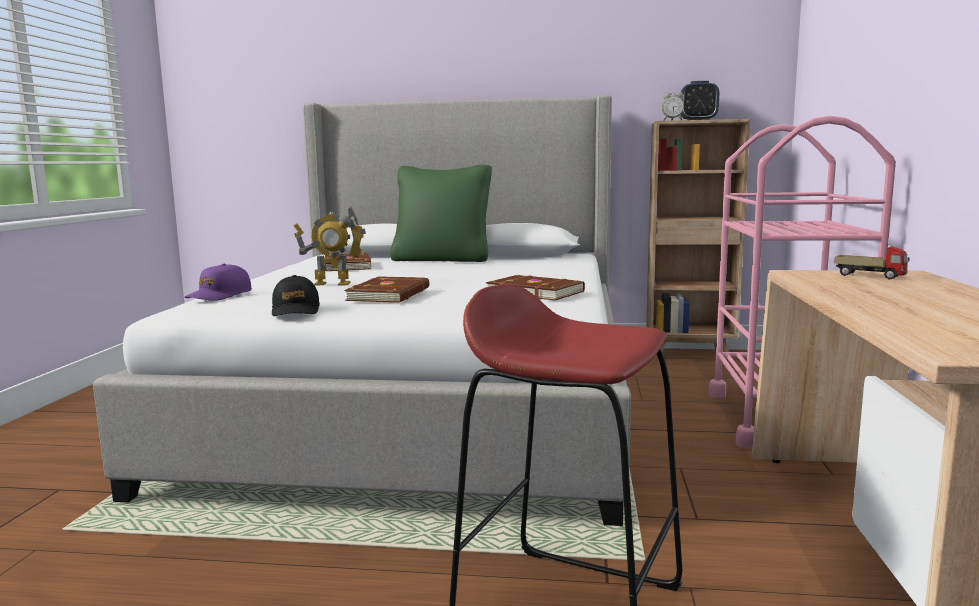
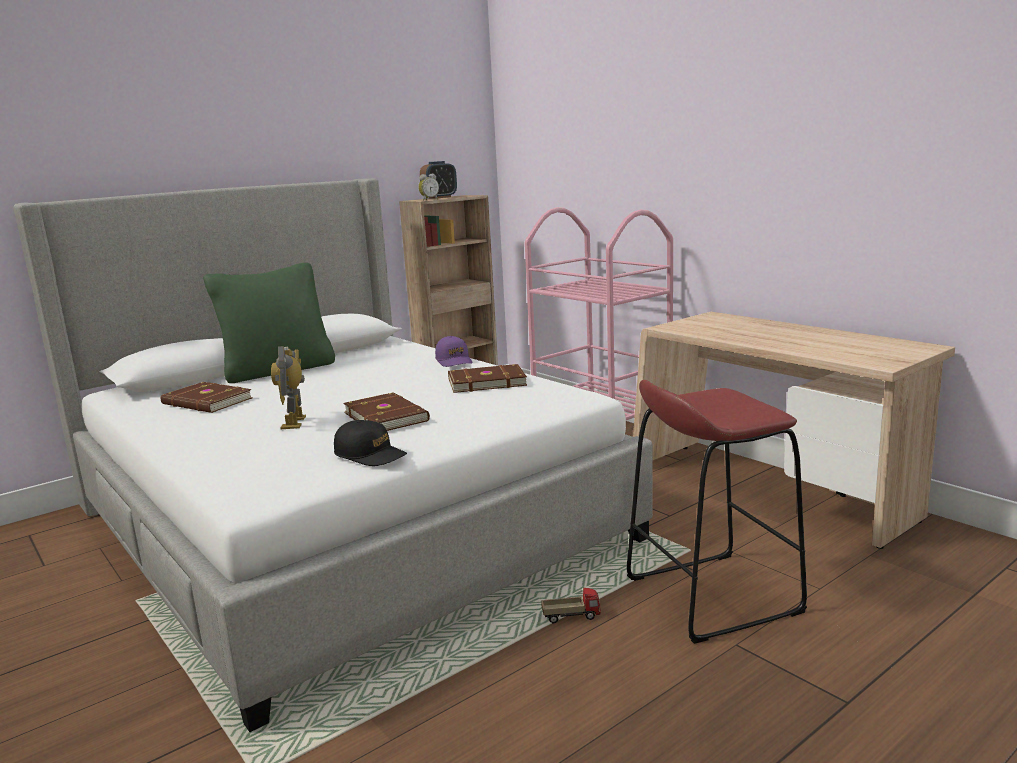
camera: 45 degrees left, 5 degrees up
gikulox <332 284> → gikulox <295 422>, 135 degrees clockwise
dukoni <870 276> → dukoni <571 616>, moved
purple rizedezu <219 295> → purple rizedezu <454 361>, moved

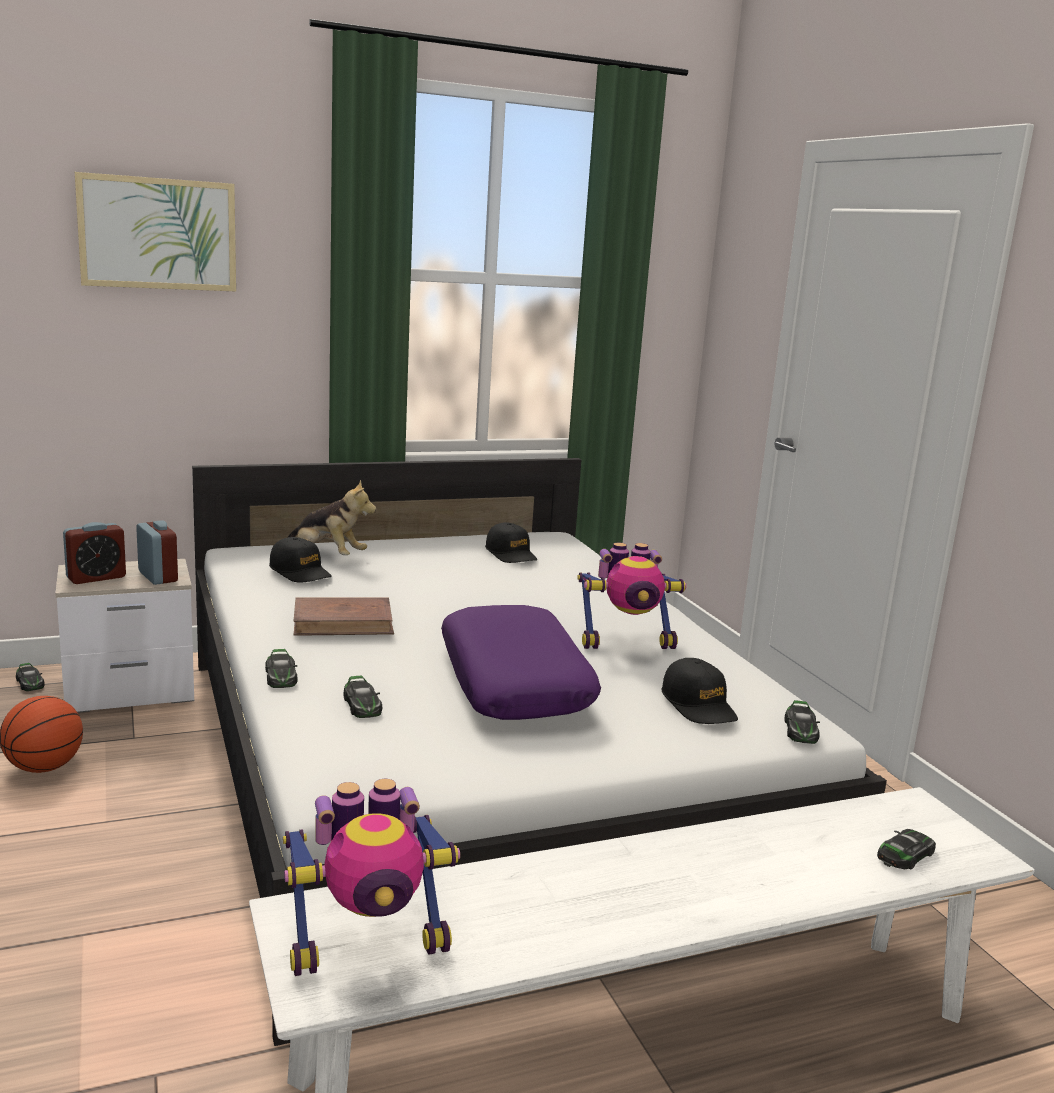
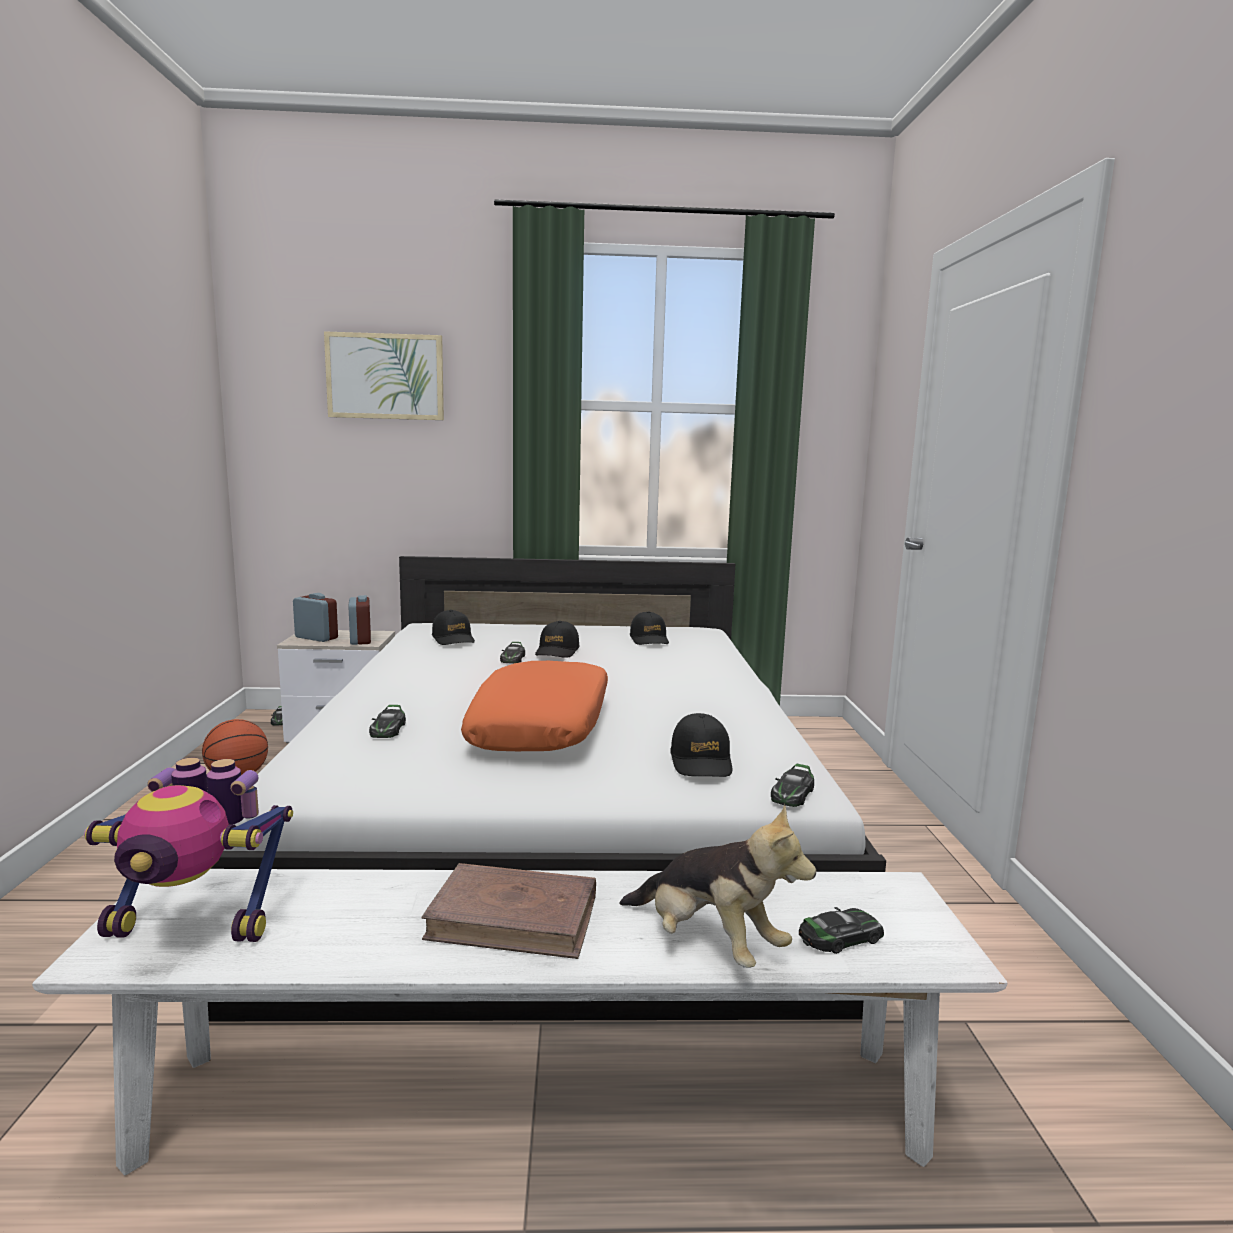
camera: 20 degrees right, 5 degrees down
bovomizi <326 556> → bovomizi <709 943>, moved
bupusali <96 577> → bupusali <316 638>, 135 degrees counterclockwise
gikulox <626 643> → -
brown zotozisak <343 622> → brown zotozisak <514 918>, moved
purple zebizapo <515 682> → orange zebizapo <542 726>
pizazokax <281 676> → pizazokax <513 658>, moved
- → black rizedezu <557 651>

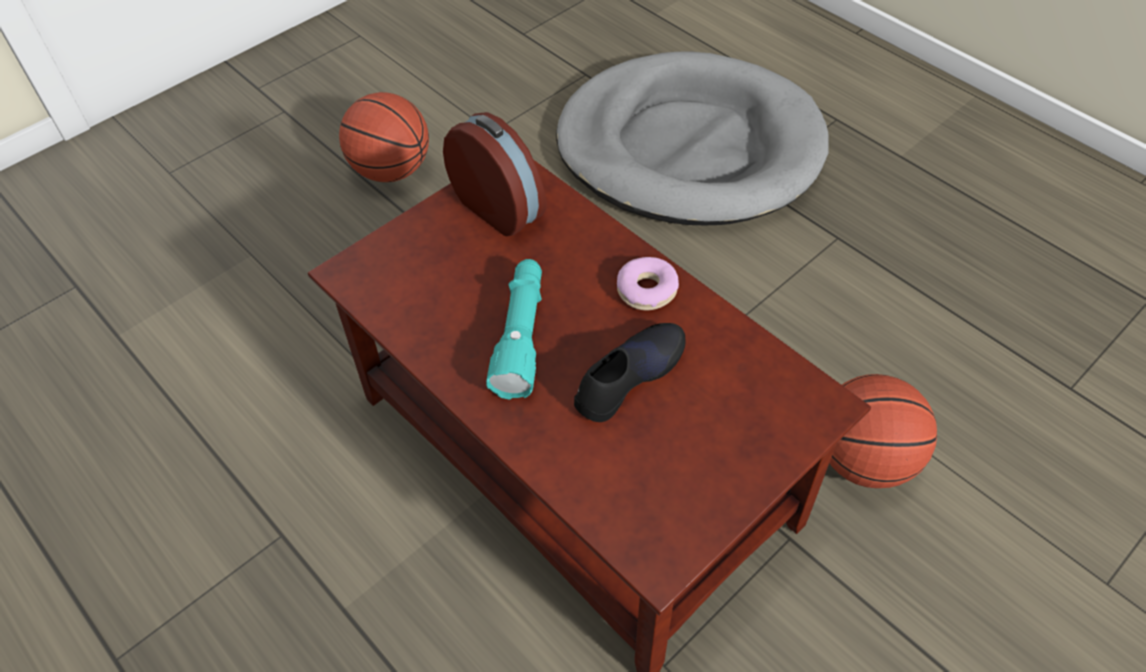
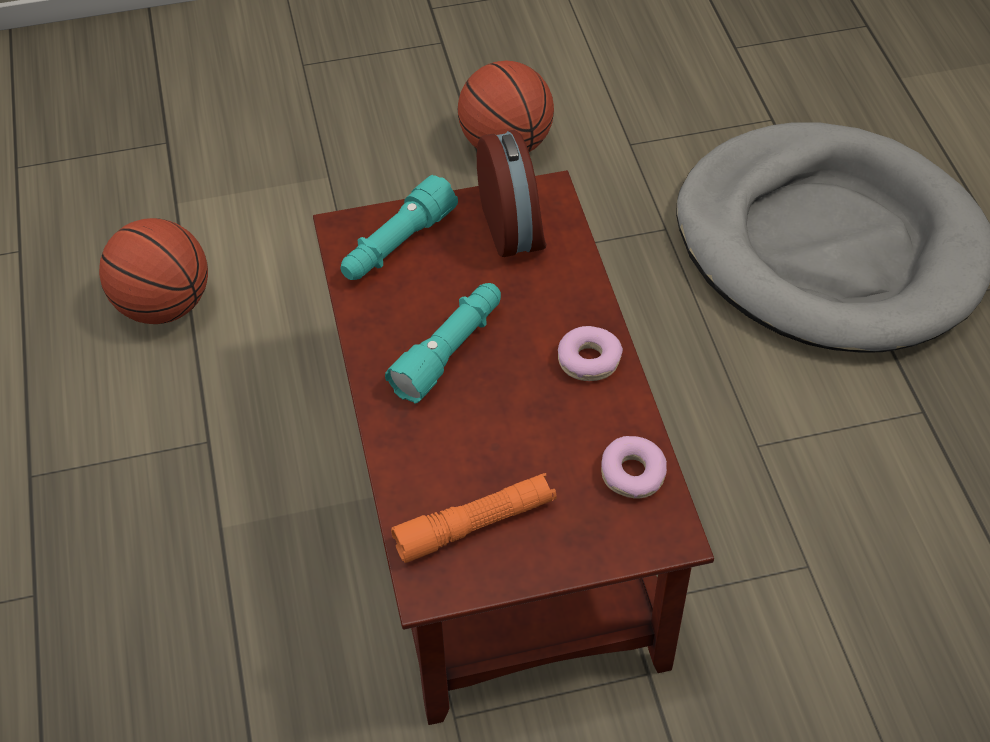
camera: 30 degrees right, 0 degrees up
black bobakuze <629 375> → -
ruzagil <863 459> → ruzagil <164 305>, moved
- → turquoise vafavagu <397 245>
- → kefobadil <632 474>
- → orange vafavagu <475 525>

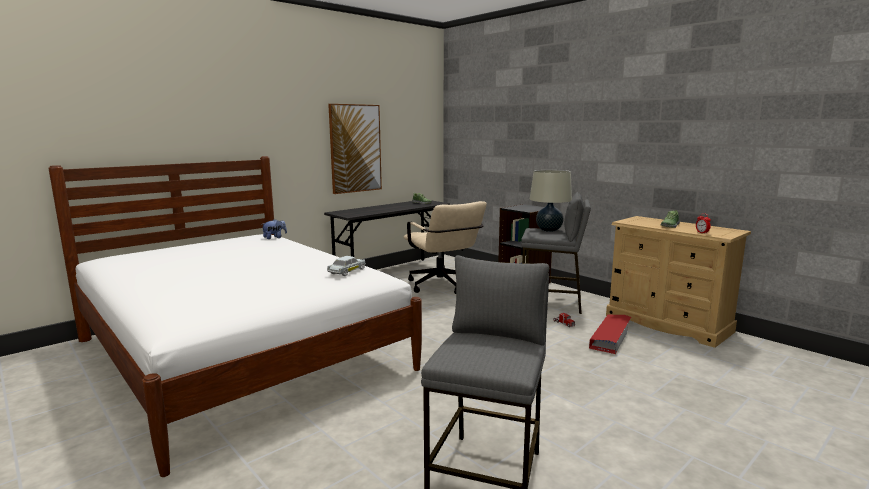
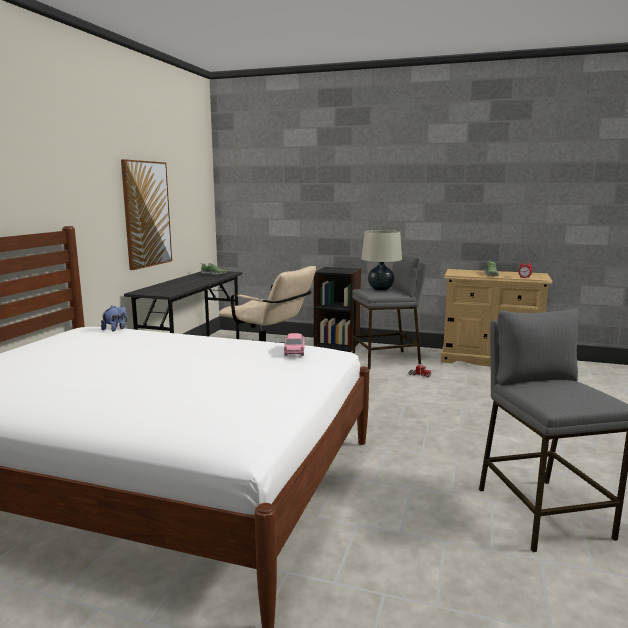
camera: 30 degrees left, 0 degrees up
white pizazokax <347 271> → pink pizazokax <294 351>
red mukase <611 337> → -

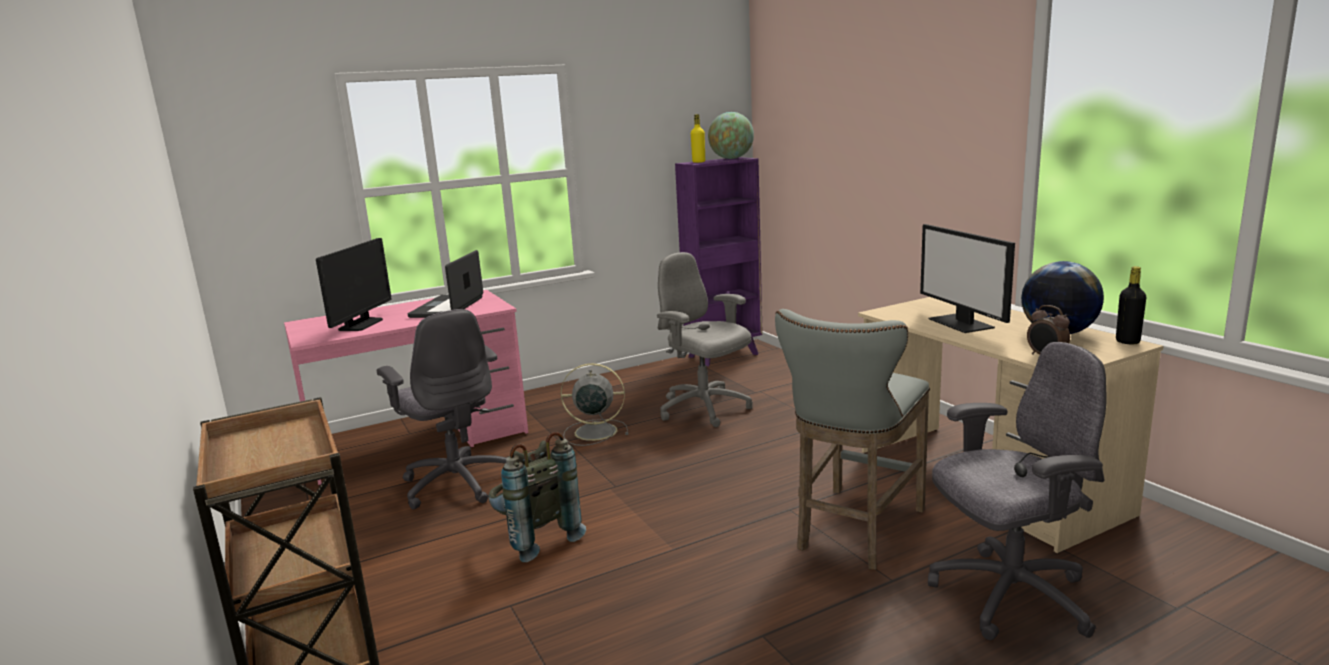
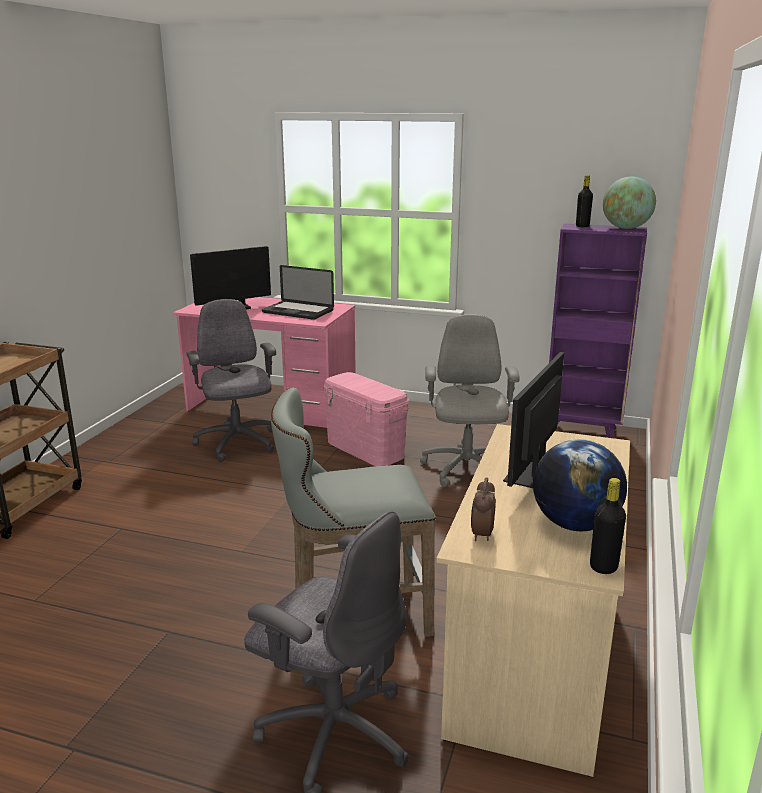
camera: 45 degrees right, 5 degrees up
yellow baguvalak <698 162> → black baguvalak <582 226>
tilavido <447 307> → tilavido <298 311>, 120 degrees counterclockwise
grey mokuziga <457 483> → grey mokuziga <237 443>, 150 degrees clockwise
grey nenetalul <594 432> → pink mukase <365 449>
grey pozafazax <534 538> → -

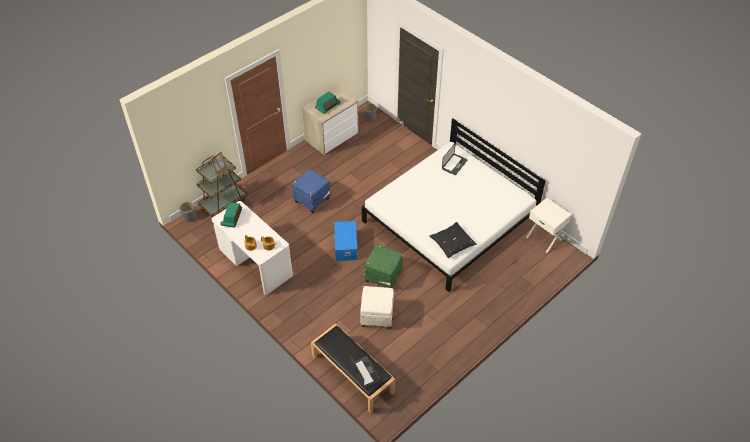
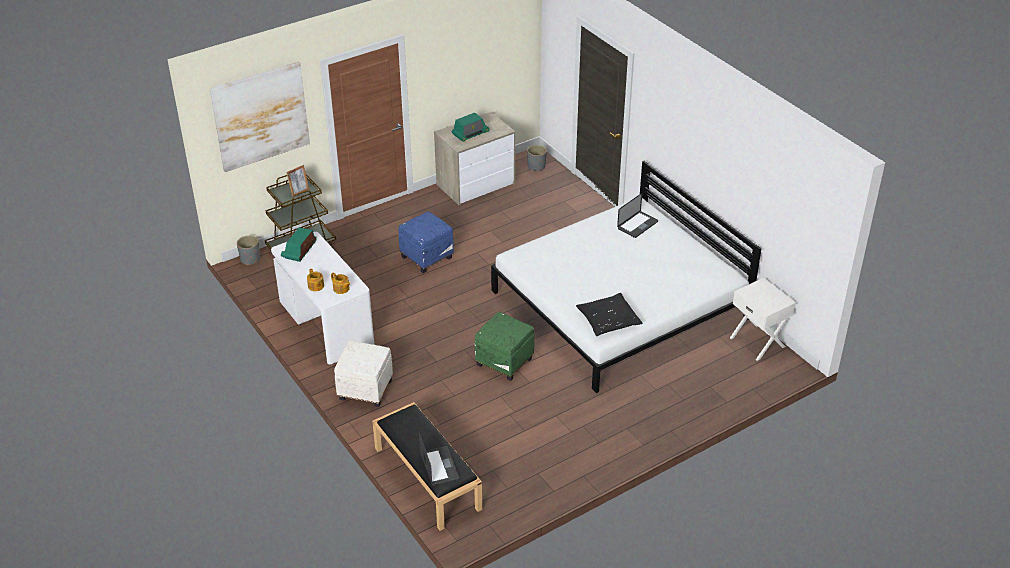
camera: 10 degrees right, 10 degrees down
blue mukase <345 246> → -
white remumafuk <376 316> → white remumafuk <365 390>, moved
- → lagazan <260 116>

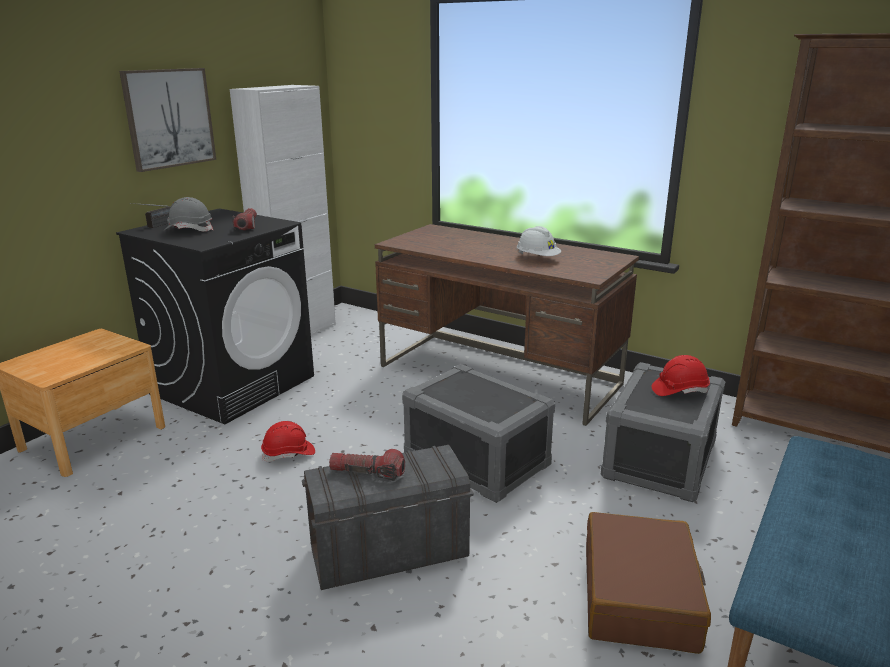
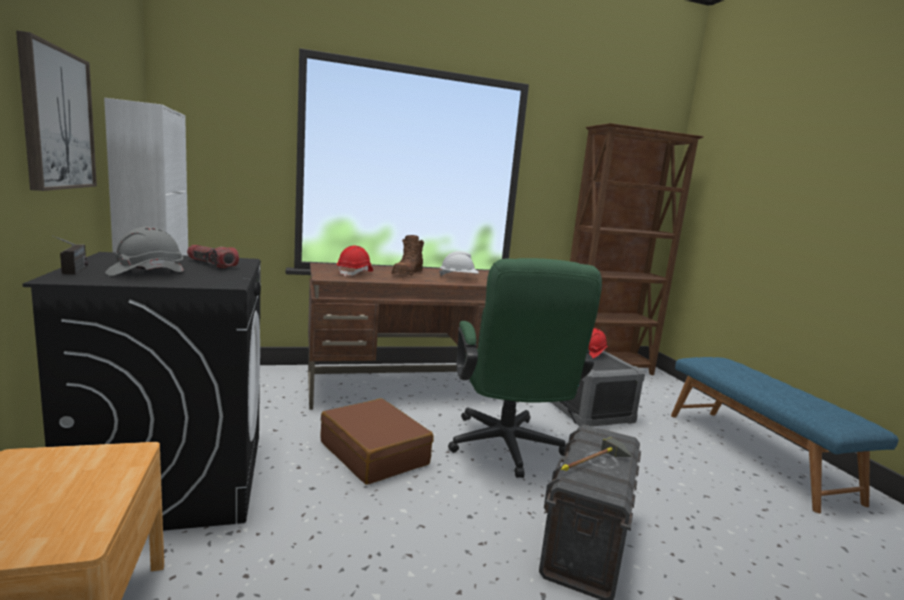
camera: 50 degrees left, 10 degrees down
grey mukase <475 460> → green mokuziga <507 450>
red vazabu <289 454> → red vazabu <355 273>, moved
vafavagu <367 473> → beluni <594 465>
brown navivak <640 596> → brown navivak <374 453>, moved
- → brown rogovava <407 273>

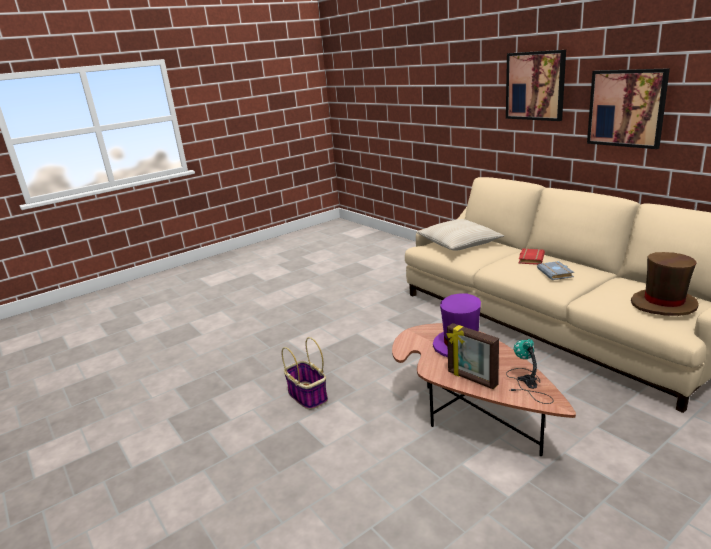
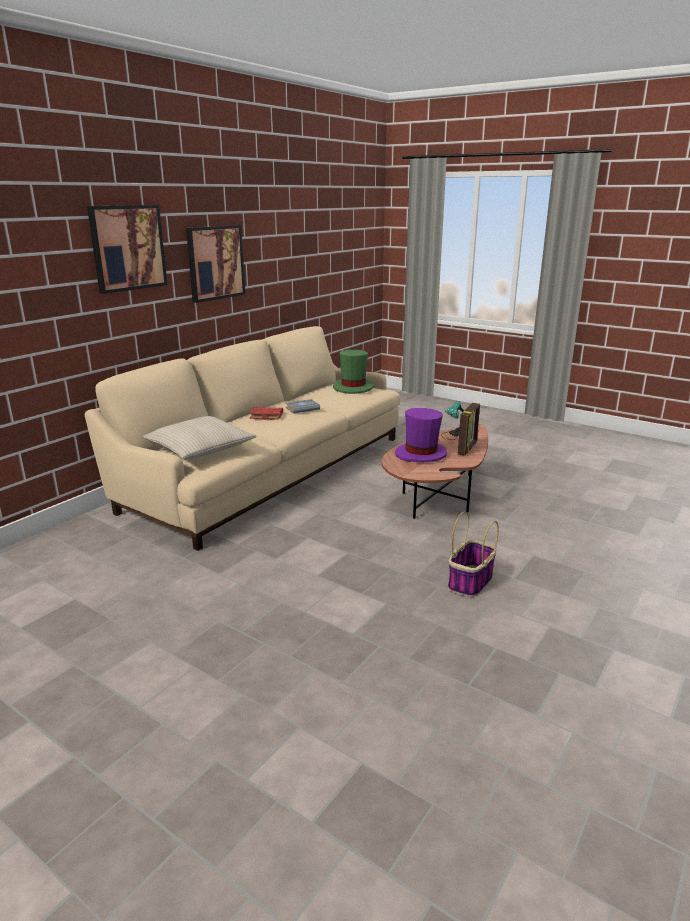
camera: 110 degrees left, 0 degrees up
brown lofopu <663 304> → green lofopu <353 387>

